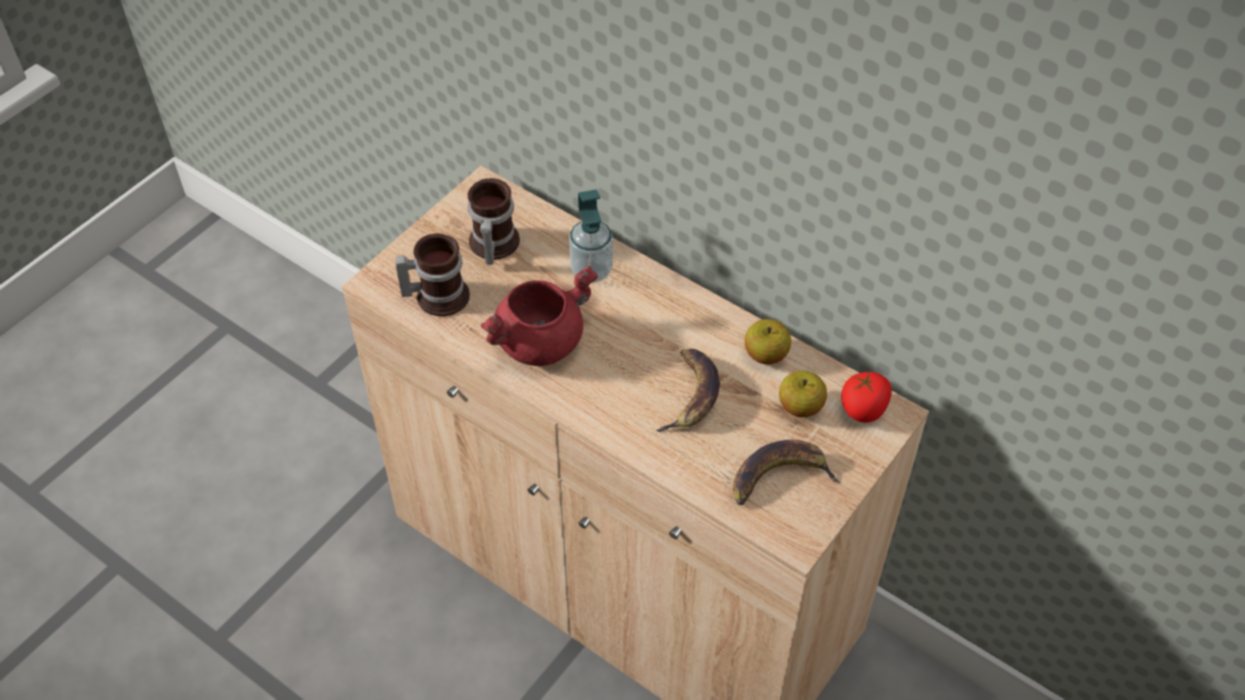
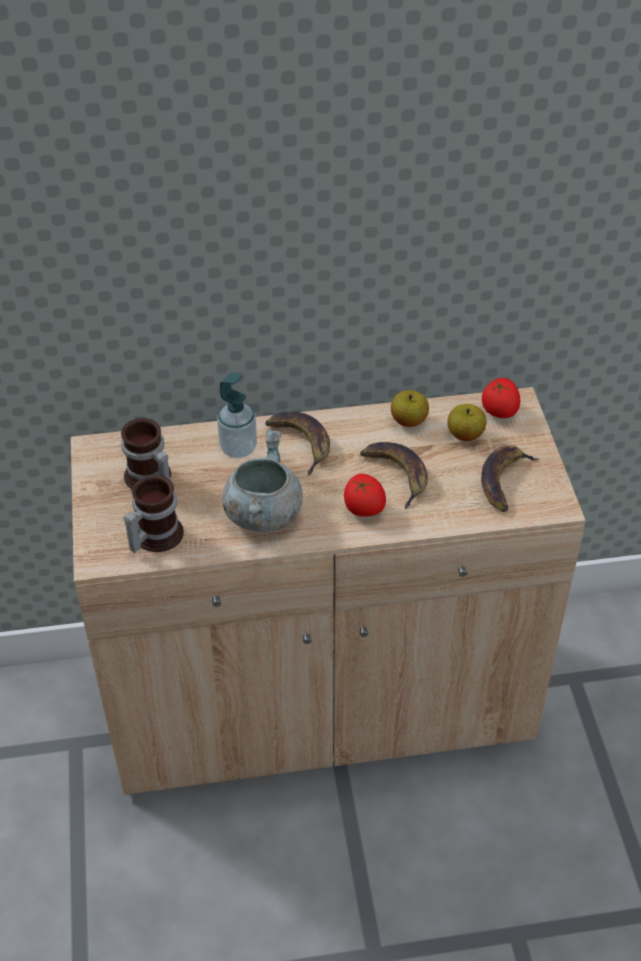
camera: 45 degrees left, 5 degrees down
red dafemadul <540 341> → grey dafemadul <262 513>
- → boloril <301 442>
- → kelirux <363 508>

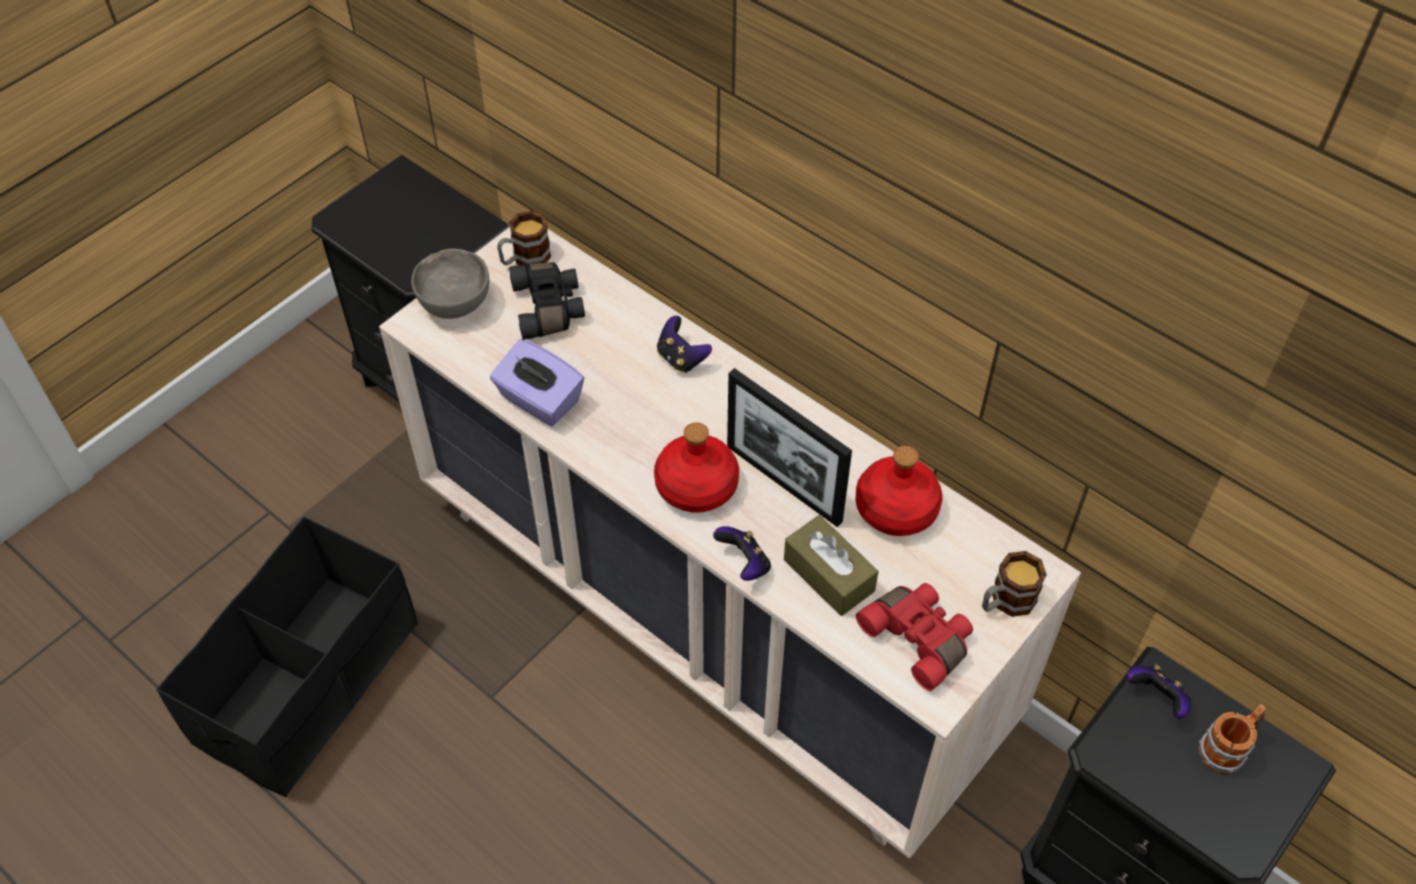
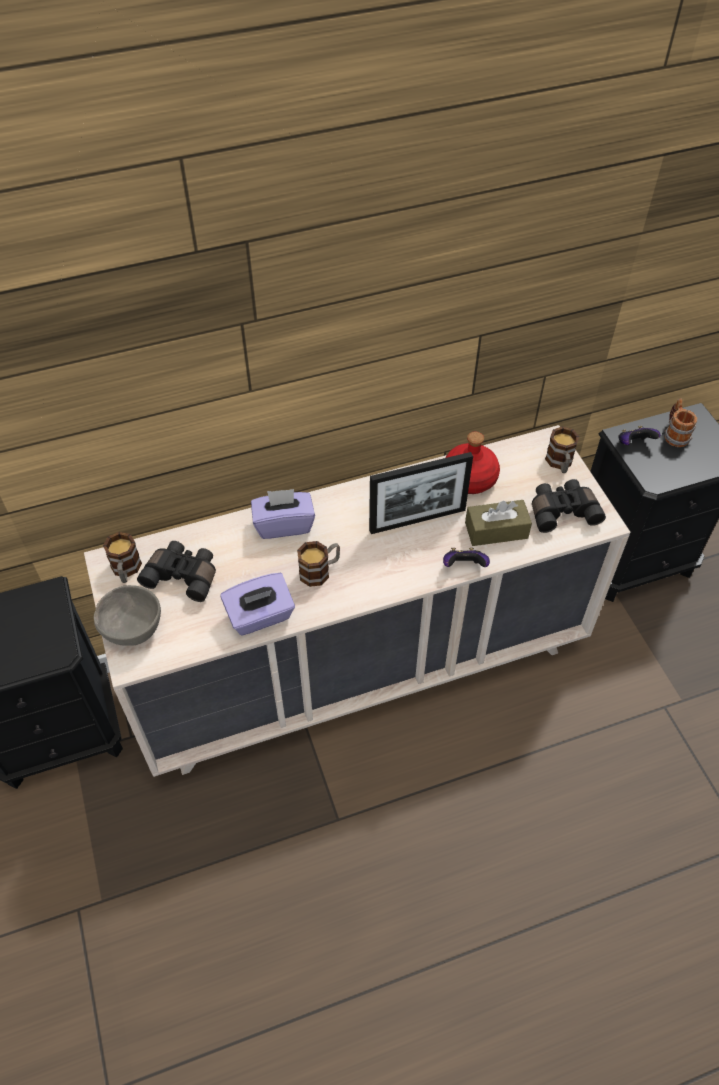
camera: 60 degrees left, 0 degrees up
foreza <681 358> → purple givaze <284 524>
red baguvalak <697 485> → -
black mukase <309 683> → -
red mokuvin <919 638> → black mokuvin <562 511>
- → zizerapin <320 571>

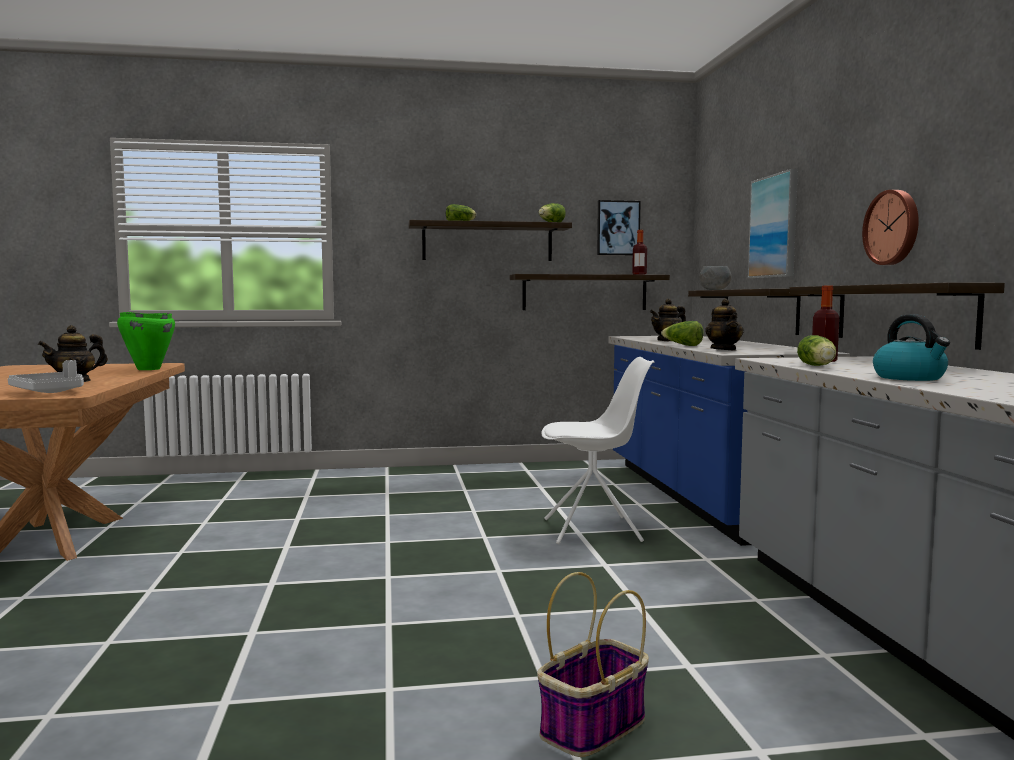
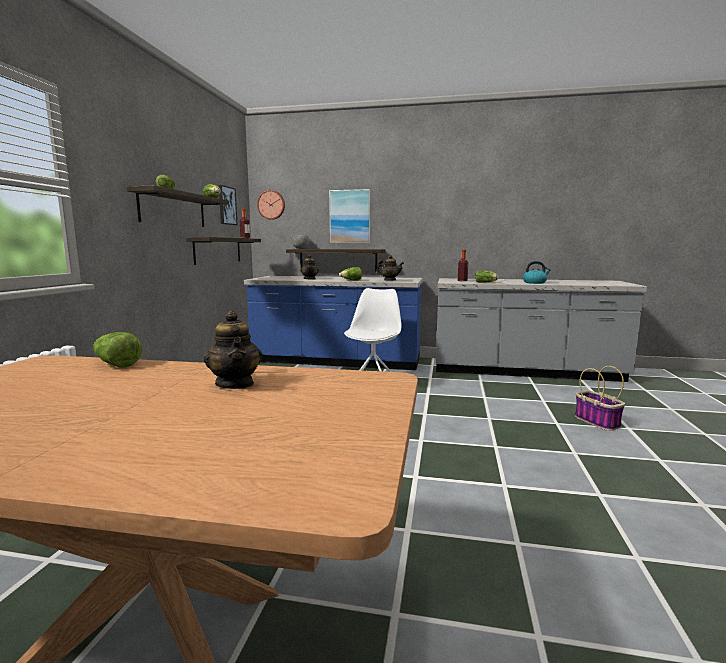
camera: 70 degrees left, 5 degrees up
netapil <893 227> → netapil <271 205>, moved
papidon <902 314> → -
green dafemadul <148 369> → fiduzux <116 364>
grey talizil <50 392> → -

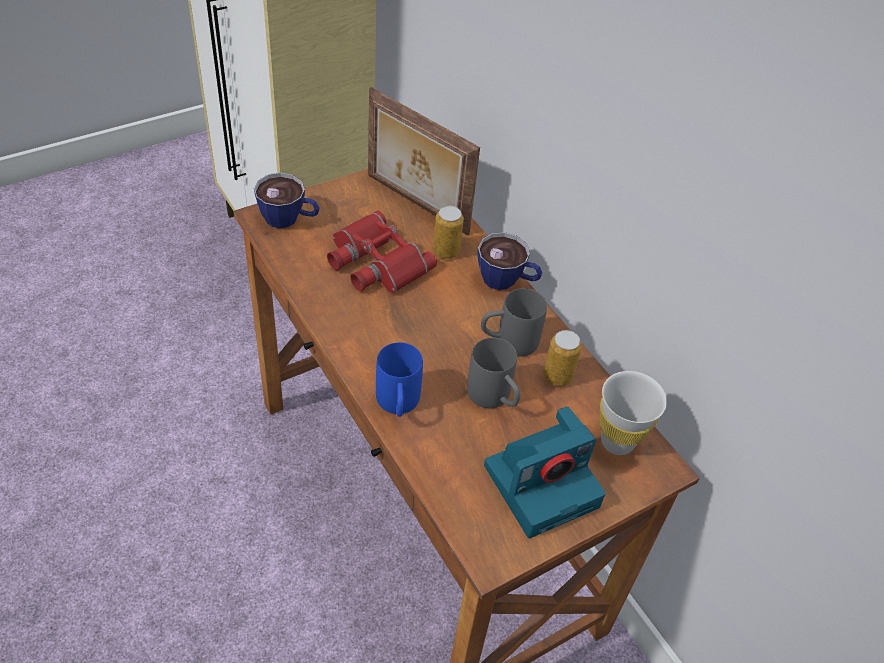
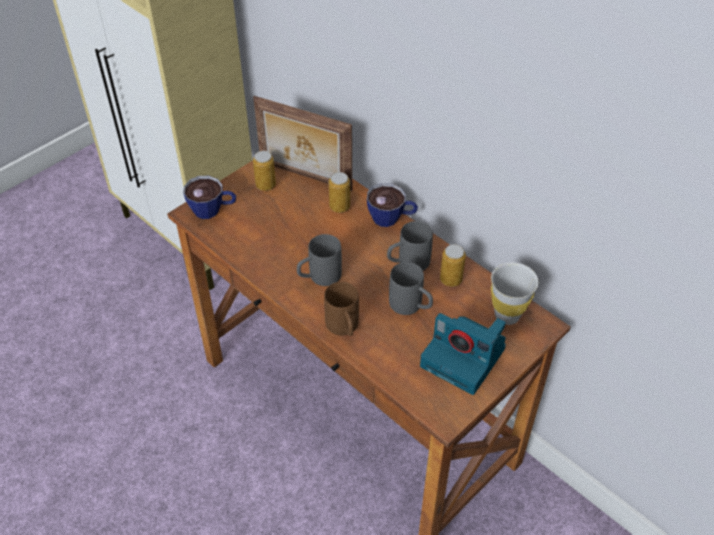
camera: 10 degrees left, 0 degrees up
red mokuvin <374 262> → -
blue zizerapin <398 406> → brown zizerapin <344 329>
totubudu <543 484> → totubudu <465 358>, 75 degrees clockwise
- → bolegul <265 185>
- → grey zizerapin <319 278>

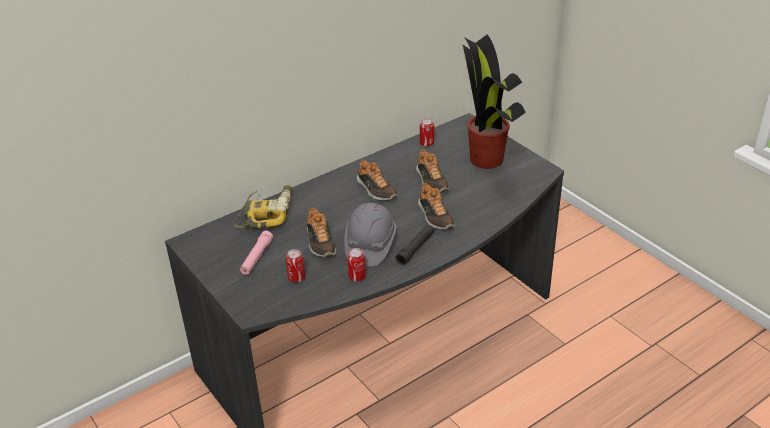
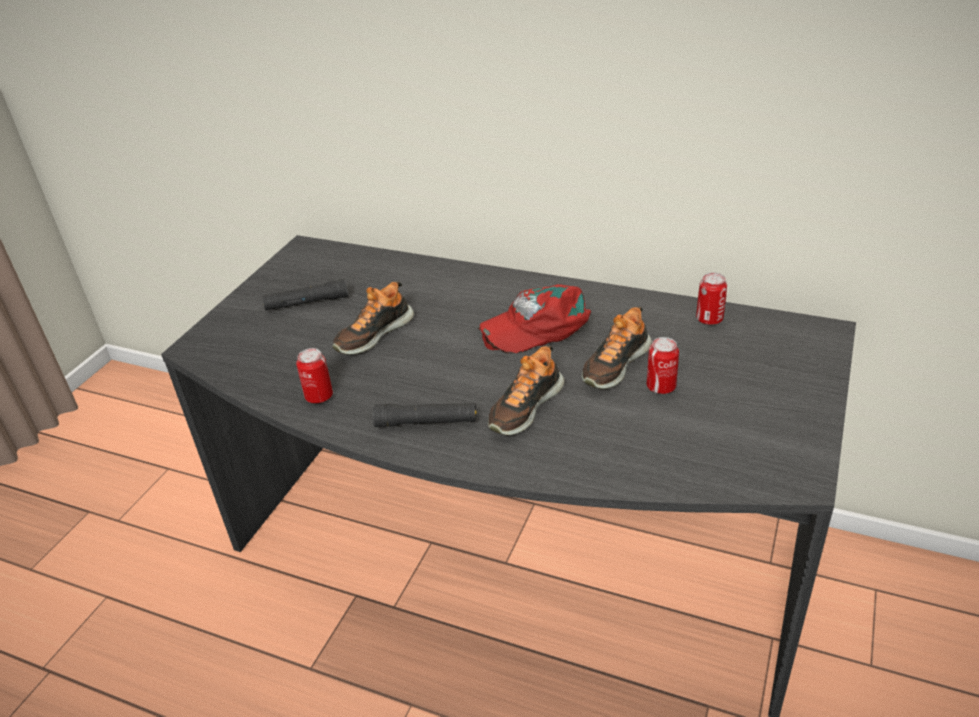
camera: 60 degrees right, 0 degrees up
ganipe <486 158> → -
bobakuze <376 190> → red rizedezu <537 326>
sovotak <266 213> → -
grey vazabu <370 245> → -
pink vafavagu <257 257> → black vafavagu <307 303>
bolegul <296 278> → bolegul <661 387>, moved

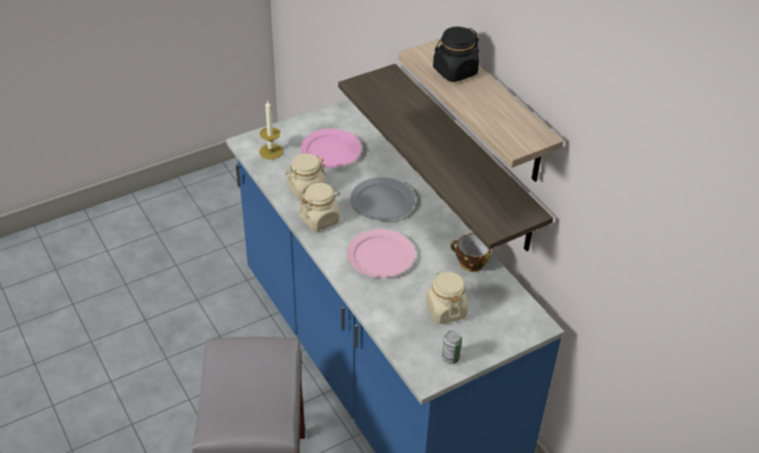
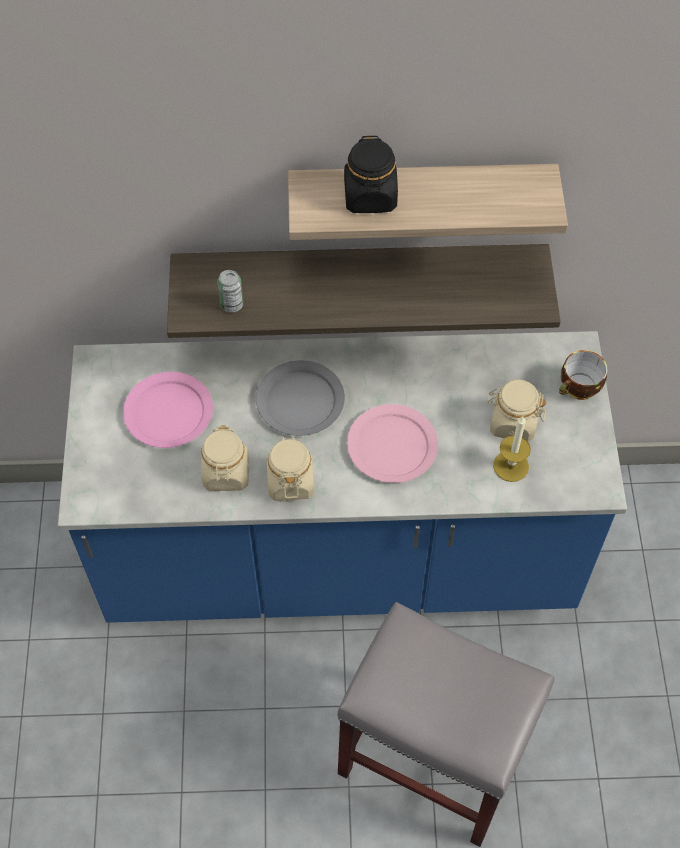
camera: 60 degrees left, 15 degrees up
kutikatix <271 151> → kutikatix <511 466>, moved
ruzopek <469 263> → ruzopek <579 389>, moved
bolegul <450 358> → bolegul <232 304>, moved

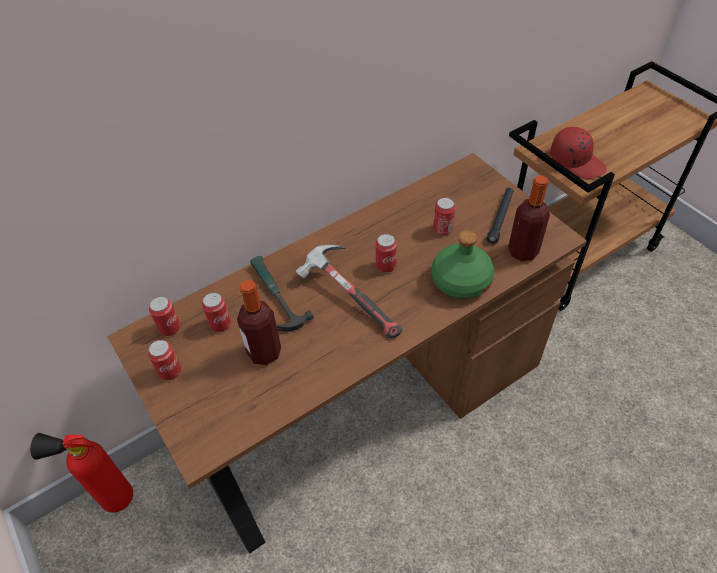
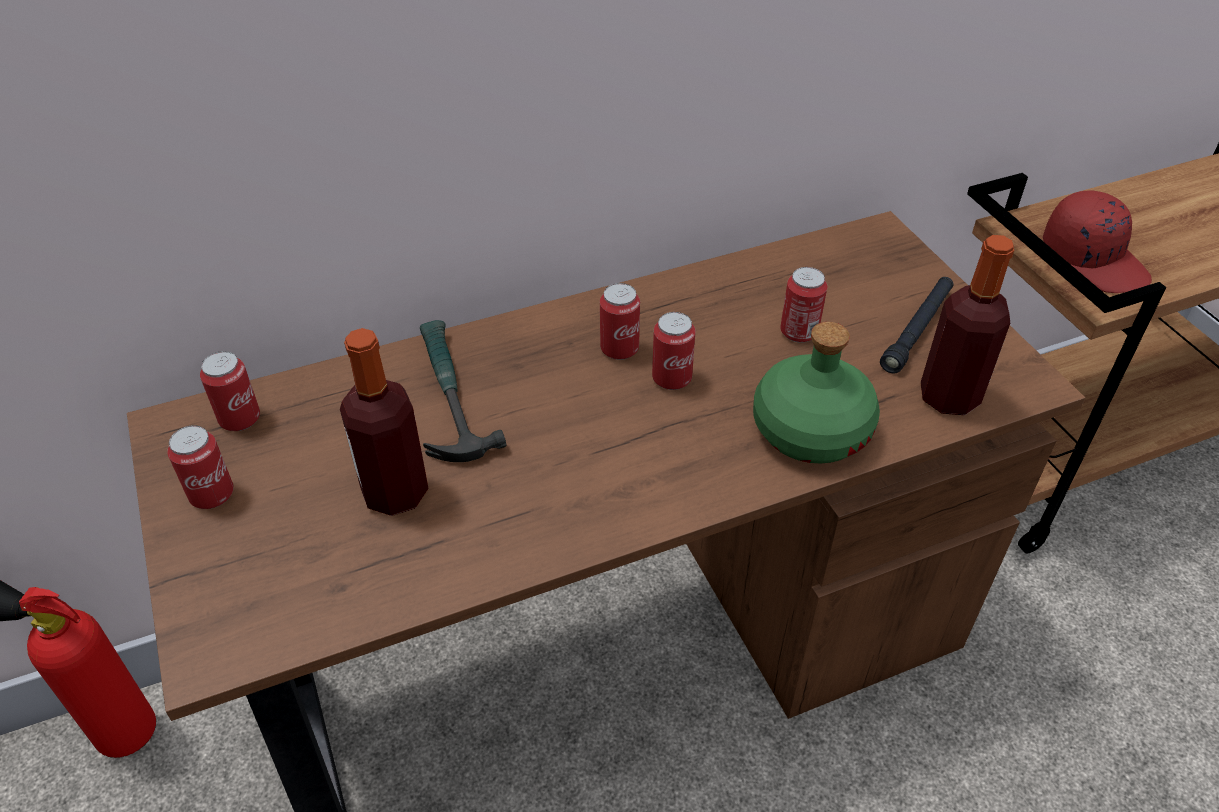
camera: 10 degrees right, 5 degrees down
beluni <350 299> → -
bolegul <220 324> → bolegul <619 349>, moved

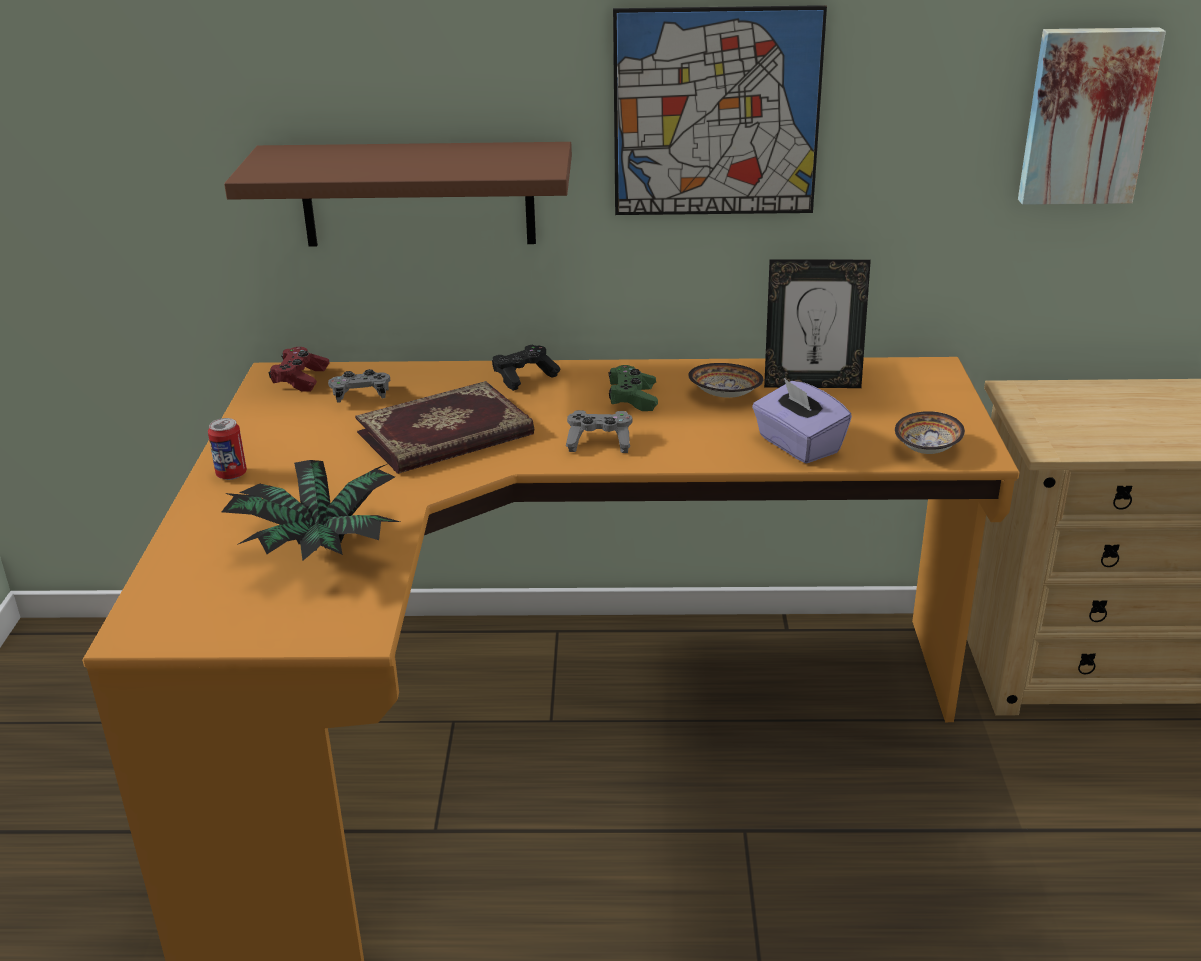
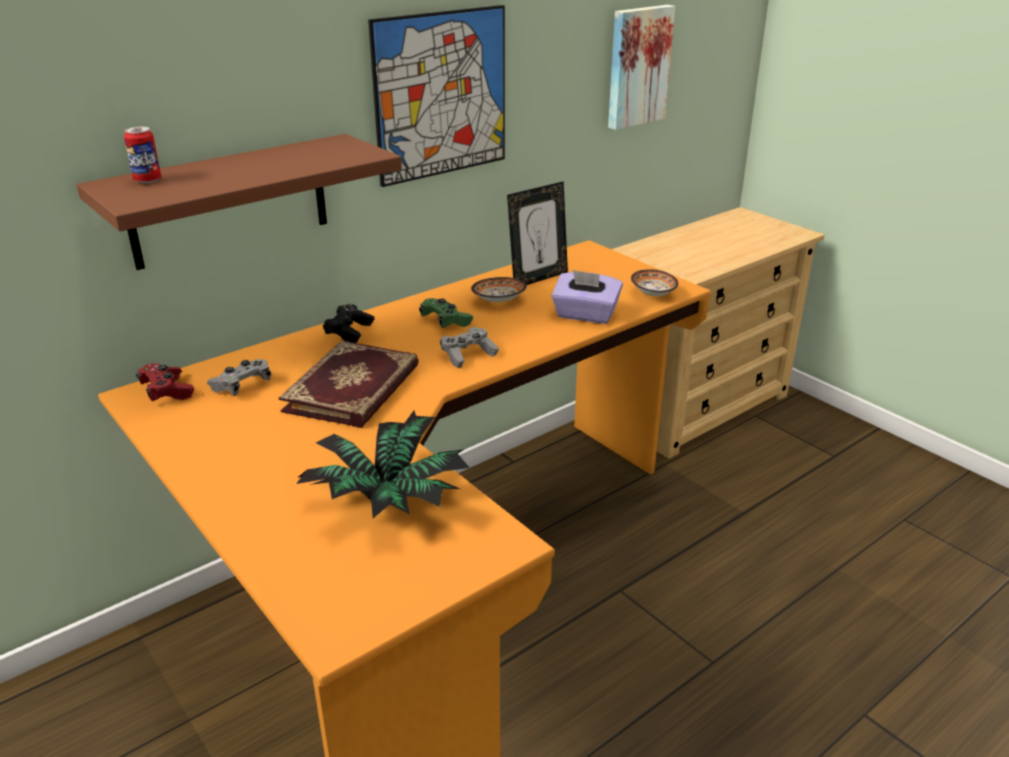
camera: 40 degrees left, 0 degrees up
bolegul <231 474> → bolegul <147 180>, moved

